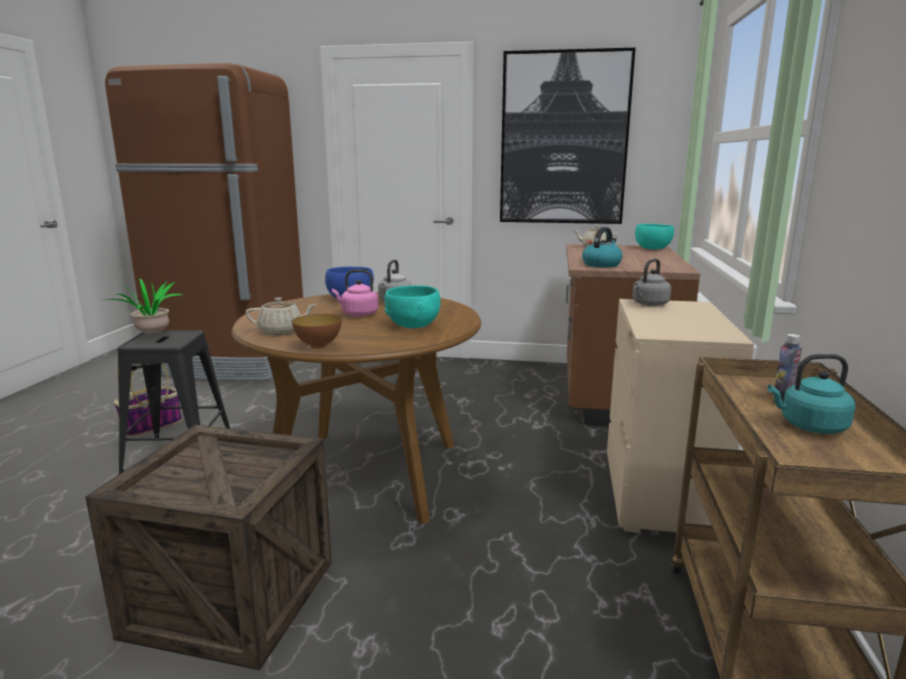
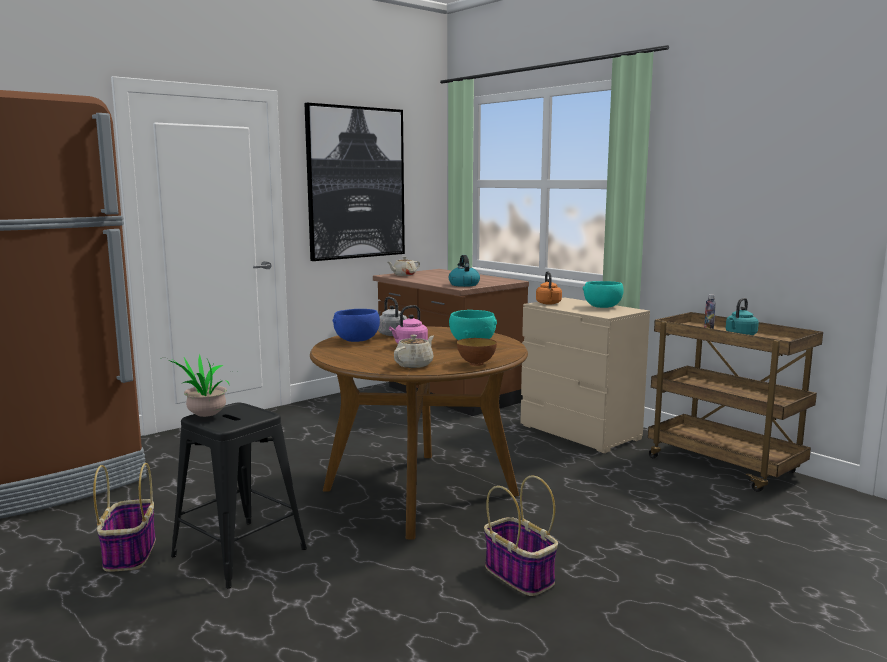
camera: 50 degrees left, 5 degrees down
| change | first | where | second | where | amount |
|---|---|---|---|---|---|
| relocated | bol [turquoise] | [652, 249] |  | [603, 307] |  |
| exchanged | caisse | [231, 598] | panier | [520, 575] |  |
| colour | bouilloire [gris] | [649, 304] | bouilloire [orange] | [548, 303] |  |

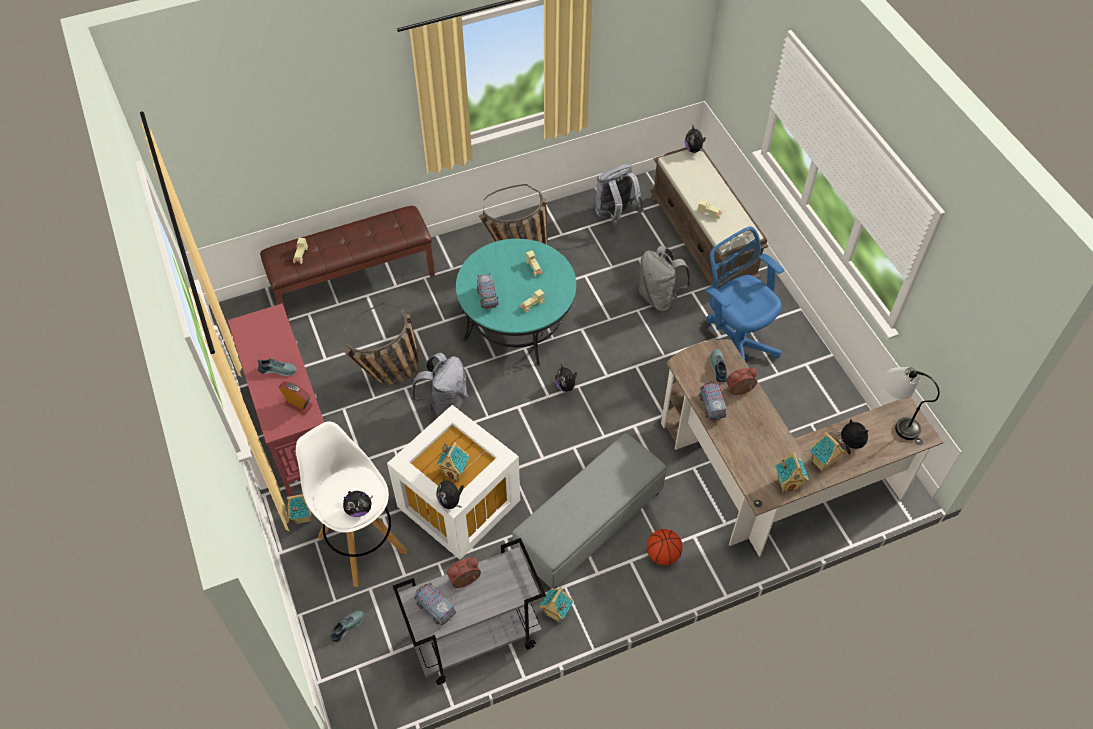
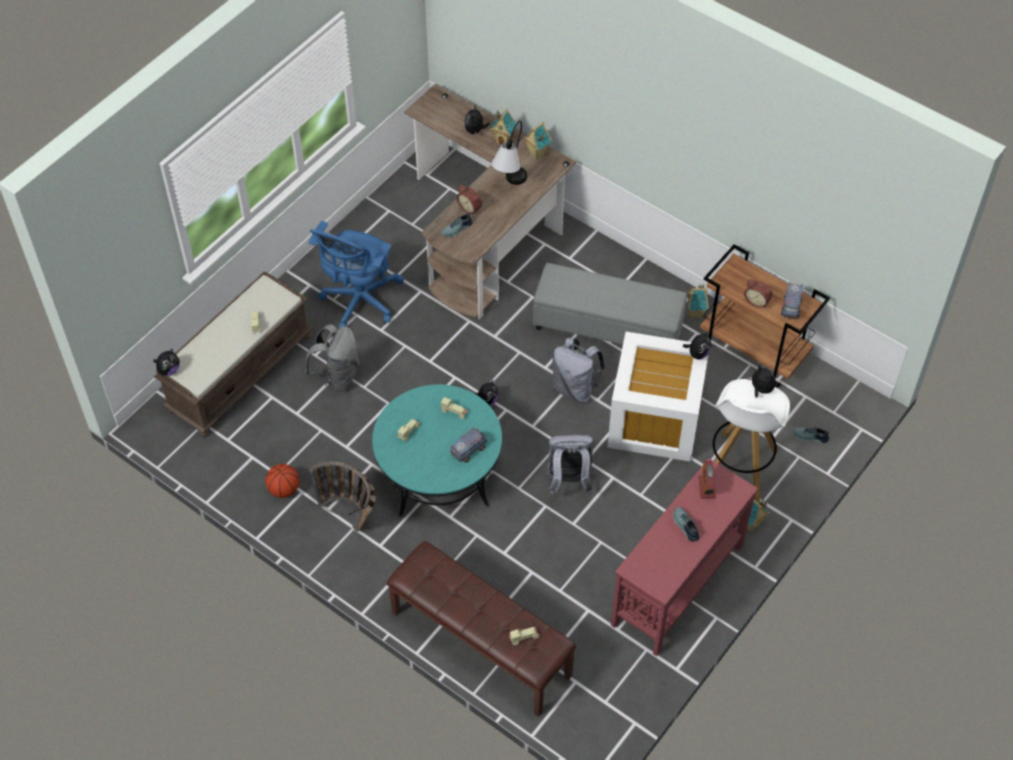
camera: 120 degrees left, 0 degrees up
| change | first | where | second | where | amount |
|---|---|---|---|---|---|
| missing | panier | [389, 375] |  |  |  |
| missing | maison miniature | [455, 472] |  |  |  |
| missing | camion jouet | [711, 406] |  |  |  |
| relocated | sac à dos [gris] | [615, 215] |  | [575, 388] |  |
| relocated | ballon de basket | [663, 554] |  | [284, 489] |  |
| relocated | lampe de table | [895, 417] |  | [509, 186] |  |
| colour | chariot [gris] | [475, 640] | chariot [marron] | [754, 351] |  |

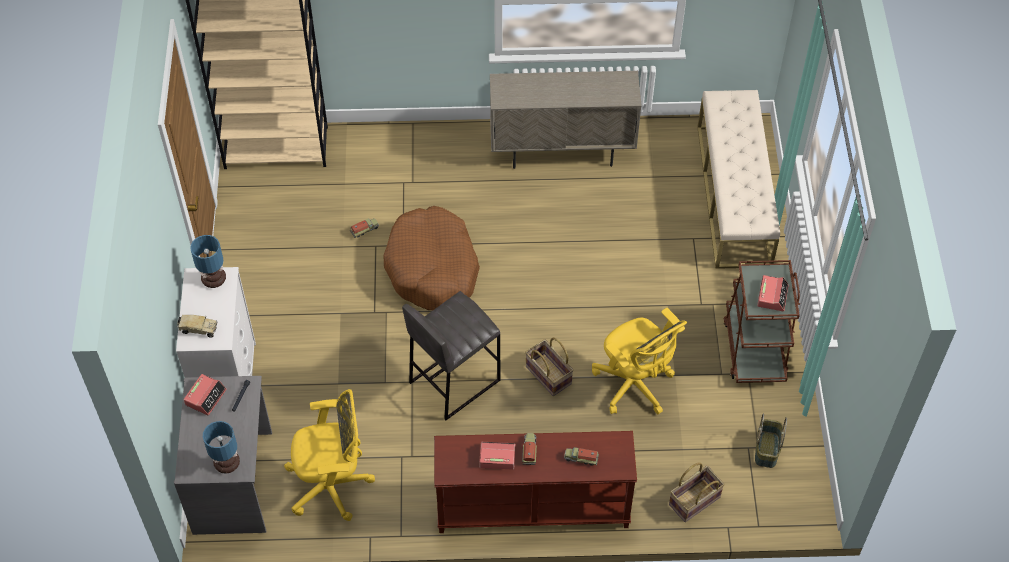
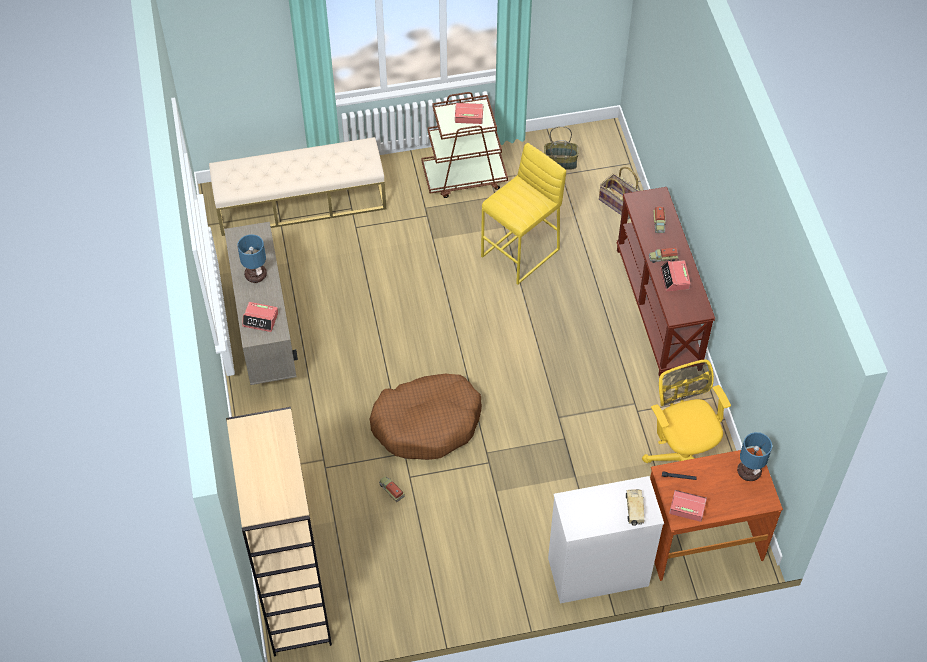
camera: 100 degrees left, 0 degrees up
| change | first | where | second | where | amount |
|---|---|---|---|---|---|
| missing | tabouret [gris] | [453, 381] |  |  |  |
| missing | panier | [547, 375] |  |  |  |
| appeared |  |  | réveil | [260, 319] |  |
| relocated | lampe de table | [213, 279] |  | [256, 275] |  |
| exchanged | chaise de bureau [jaune] | [635, 385] | tabouret [jaune] | [521, 253] |  |
| colour | bureau [gris] | [234, 482] | bureau [marron] | [701, 539] |  |

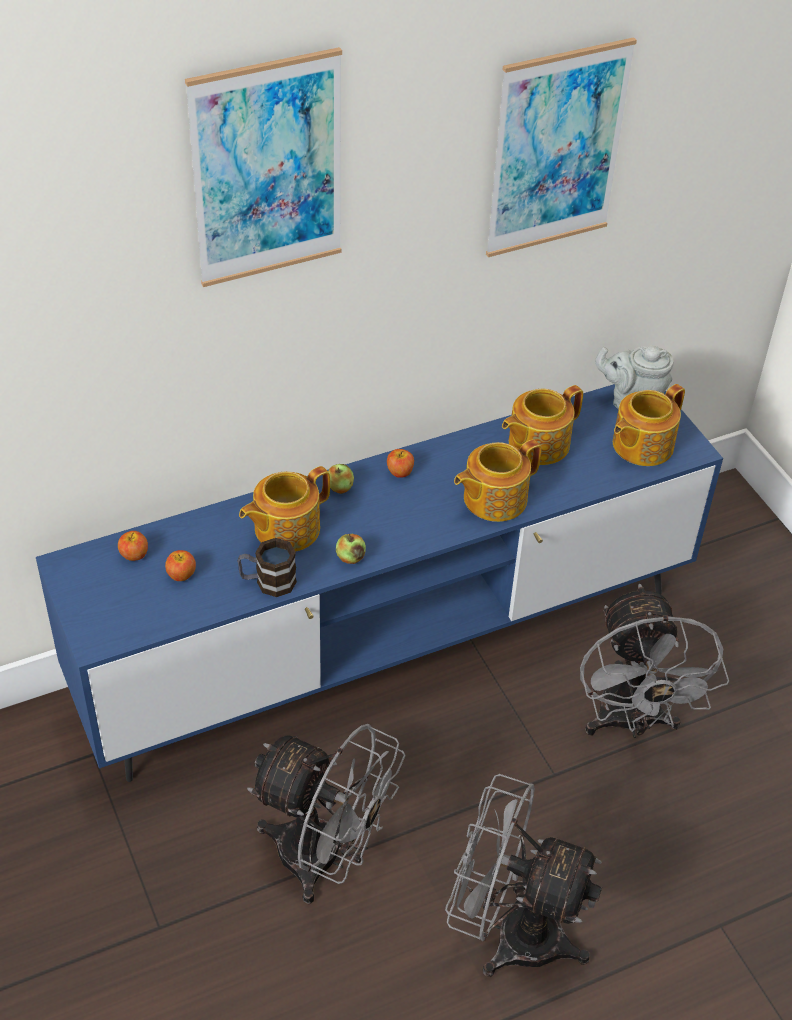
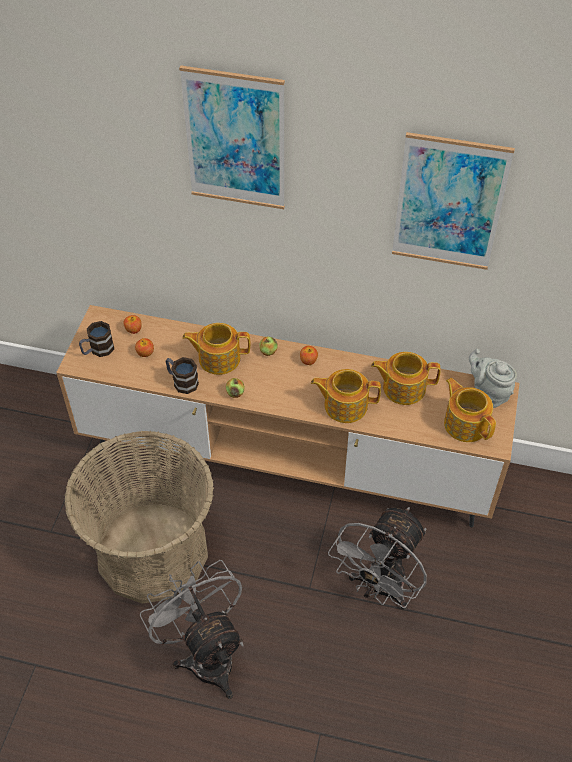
camera: 40 degrees right, 5 degrees up
| change | first | where | second | where | amount |
|---|---|---|---|---|---|
| appeared |  |  | mug | [97, 350] |  |
| exchanged | ventilateur [gris] | [325, 859] | panier | [152, 551] |  |
| colour | meuble télé [bleu] | [388, 648] | meuble télé [marron] | [286, 462] |  |
| spun | théière | [641, 445] |  | [465, 423] | 60 degrees clockwise |

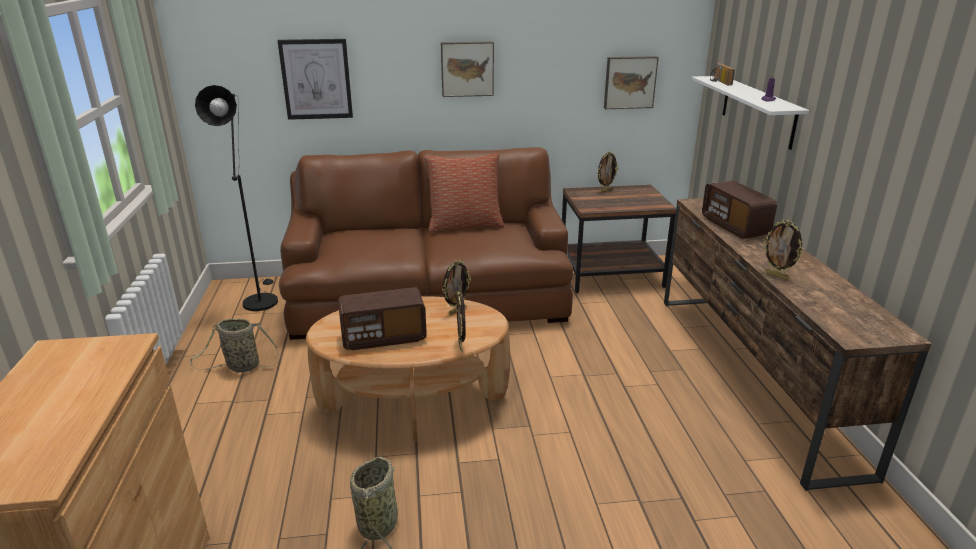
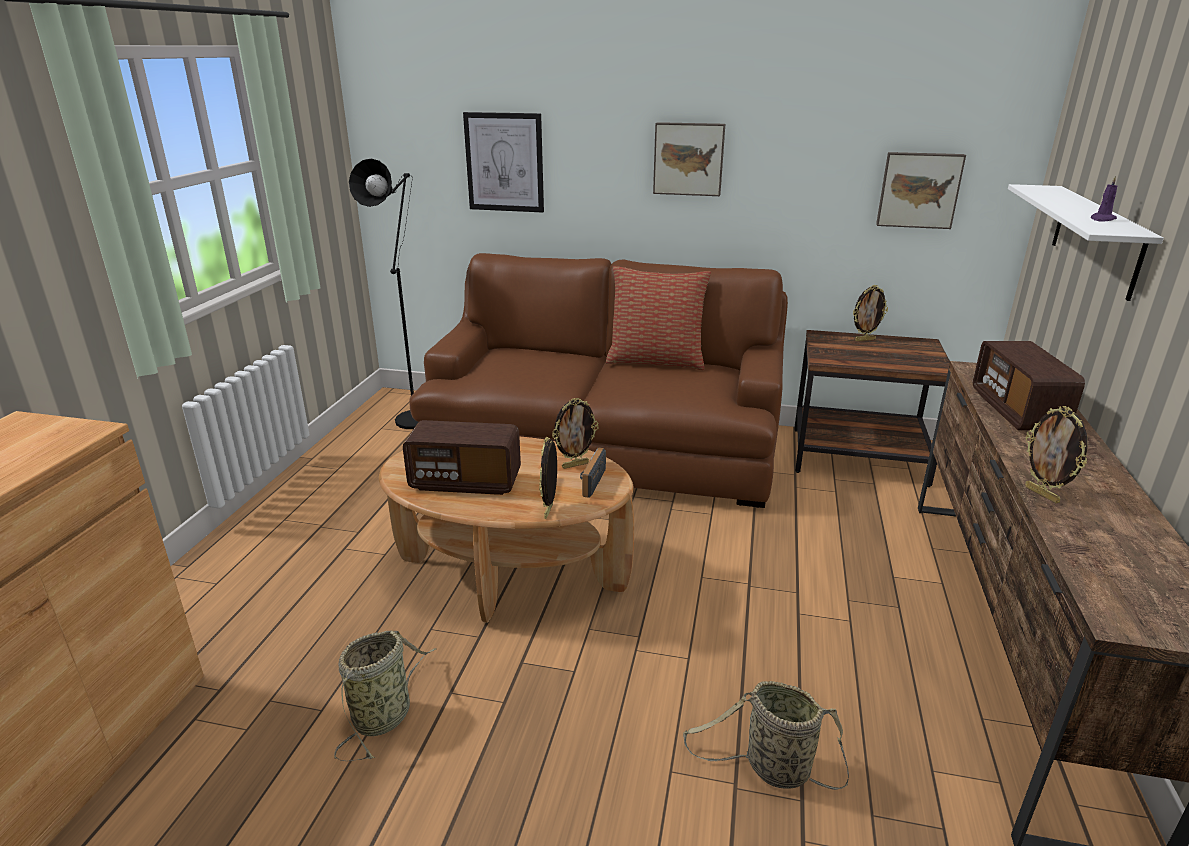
camera: 20 degrees right, 0 degrees up
| change | first | where | second | where | amount |
|---|---|---|---|---|---|
| relocated | panier | [240, 367] |  | [772, 769] |  |
| relocated | radio | [719, 82] |  | [589, 481] |  |

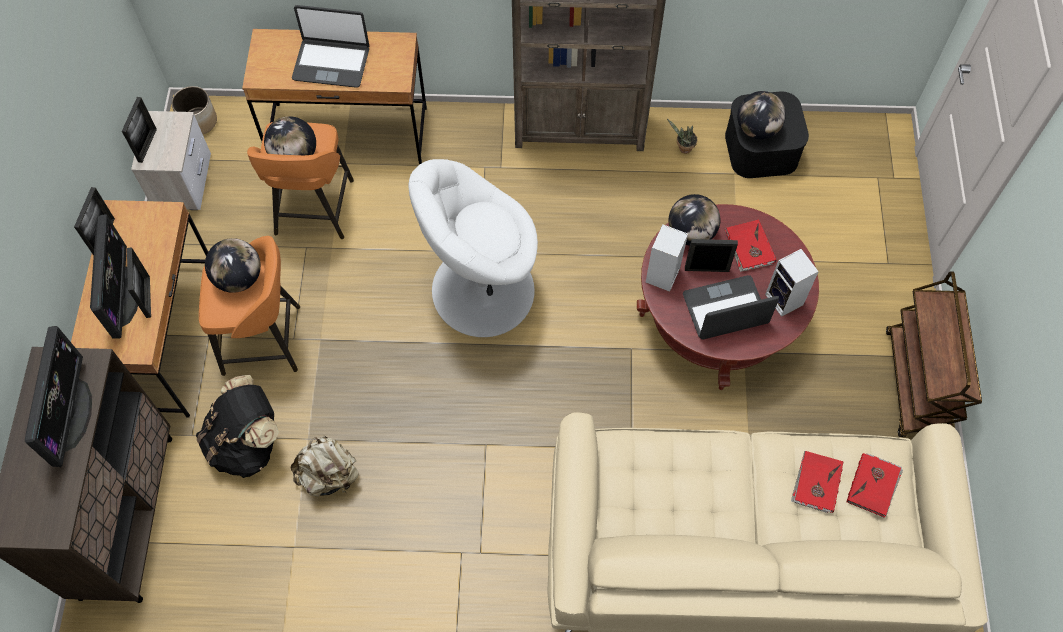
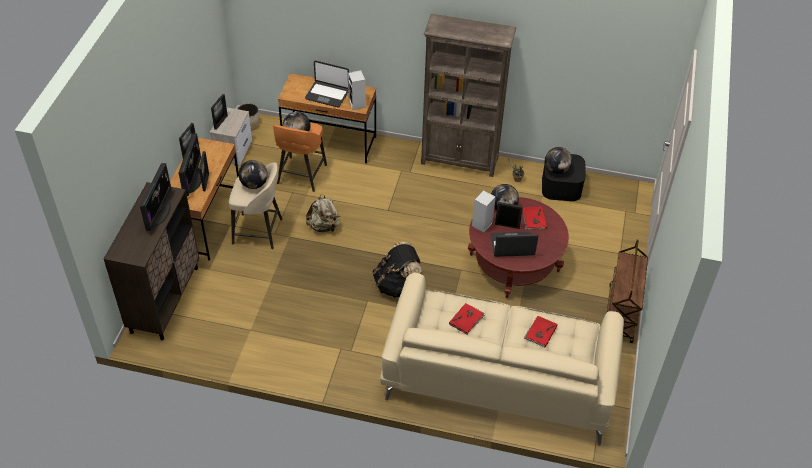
camera: 10 degrees right, 15 degrees down
| change | first | where | second | where | amount |
|---|---|---|---|---|---|
| missing | fauteuil [blanc] | [481, 290] |  |  |  |
| relocated | sac à dos [noir] | [247, 443] |  | [396, 284] |  |
| relocated | sac à dos [beige] | [329, 476] |  | [324, 226] |  |
| relocated | enceinte | [785, 300] |  | [357, 104] |  |
| relocated | livre [rouge] | [874, 485] |  | [466, 320] |  |
| colour | tabouret [orange] | [265, 340] | tabouret [beige] | [259, 231] |  |

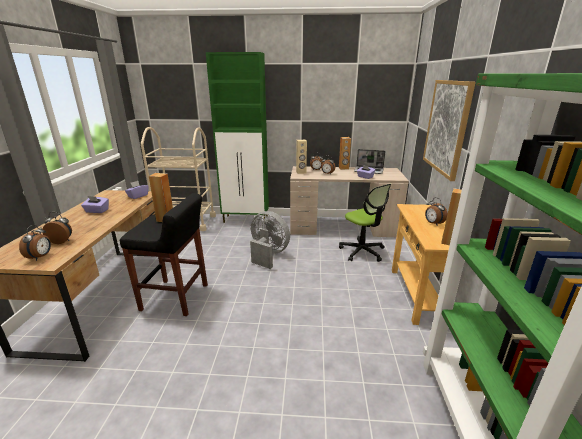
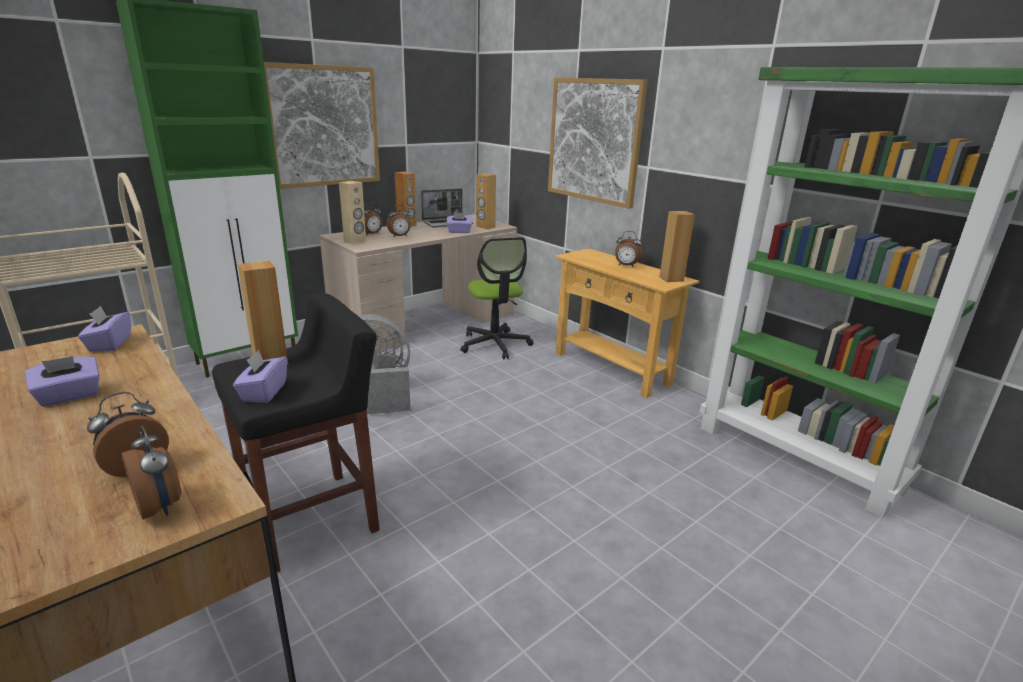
camera: 45 degrees left, 0 degrees up
| change | first | where | second | where | amount |
|---|---|---|---|---|---|
| appeared |  |  | boîte à mouchoirs [violet] | [263, 392] |  |
| appeared |  |  | tableau | [323, 126] |  |
| appeared |  |  | enceinte [marron] | [485, 227] |  |
| spun | chaise de bureau | [362, 251] |  | [495, 344] | 60 degrees clockwise |

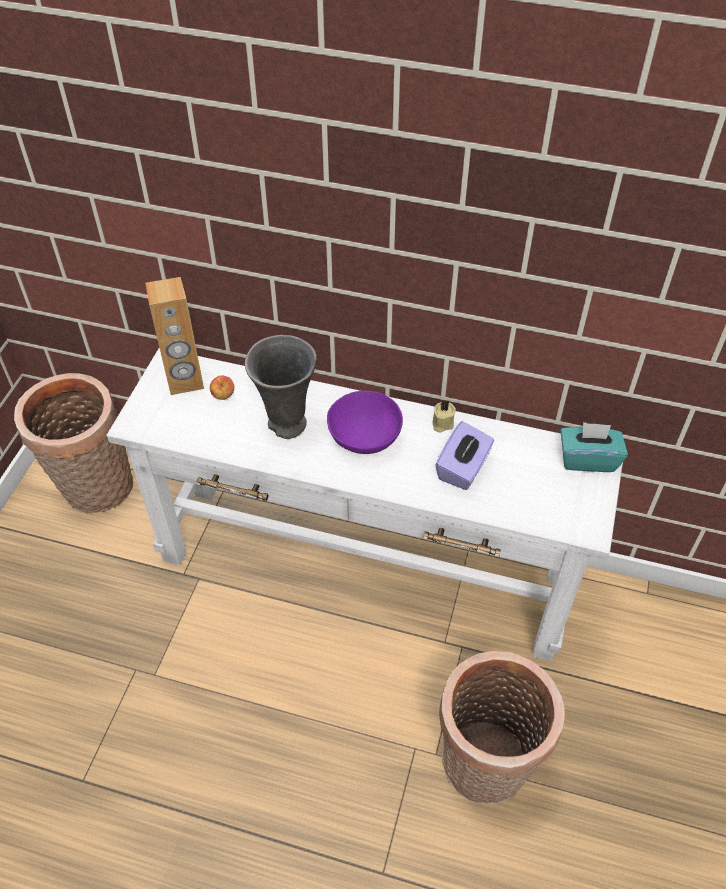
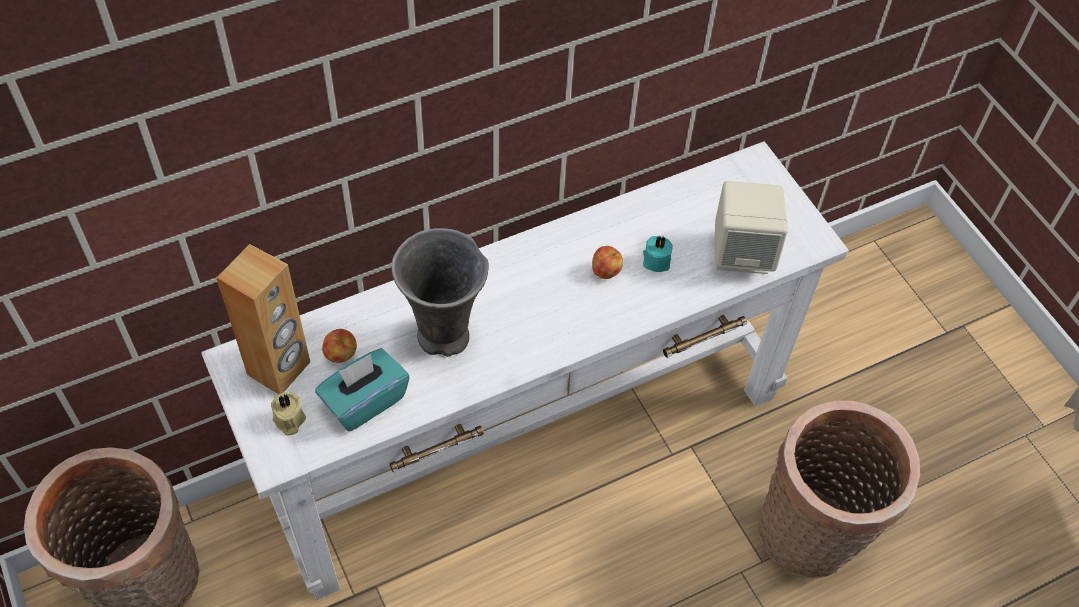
camera: 45 degrees left, 5 degrees up
| change | first | where | second | where | amount |
|---|---|---|---|---|---|
| missing | bol [violet] | [365, 438] |  |  |  |
| appeared |  |  | pomme | [606, 271] |  |
| appeared |  |  | enceinte [beige] | [742, 253] |  |
| relocated | bougie [beige] | [442, 423] |  | [289, 420] |  |
| relocated | boîte à mouchoirs [turquoise] | [588, 459] |  | [364, 401] |  |
| exchanged | boîte à mouchoirs [violet] | [463, 469] | bougie [turquoise] | [656, 260] |  |

